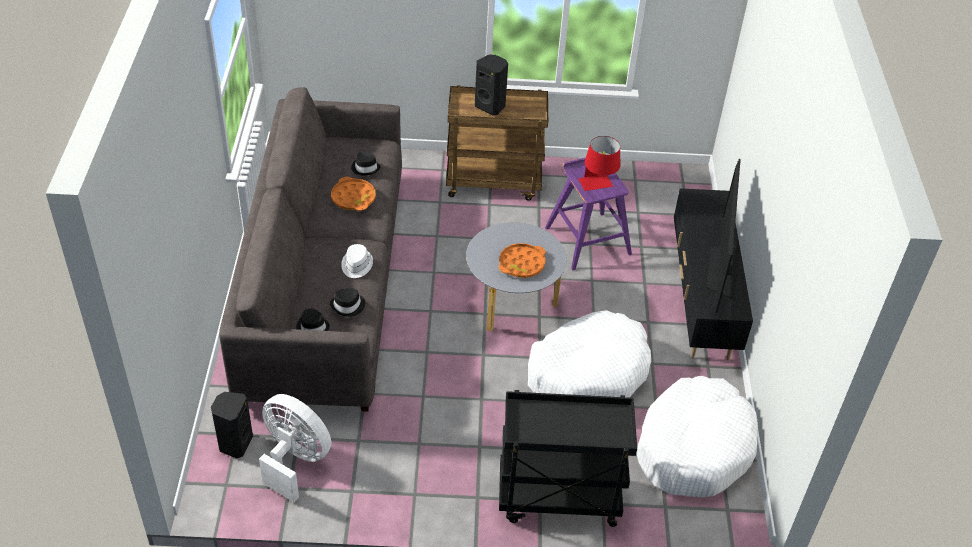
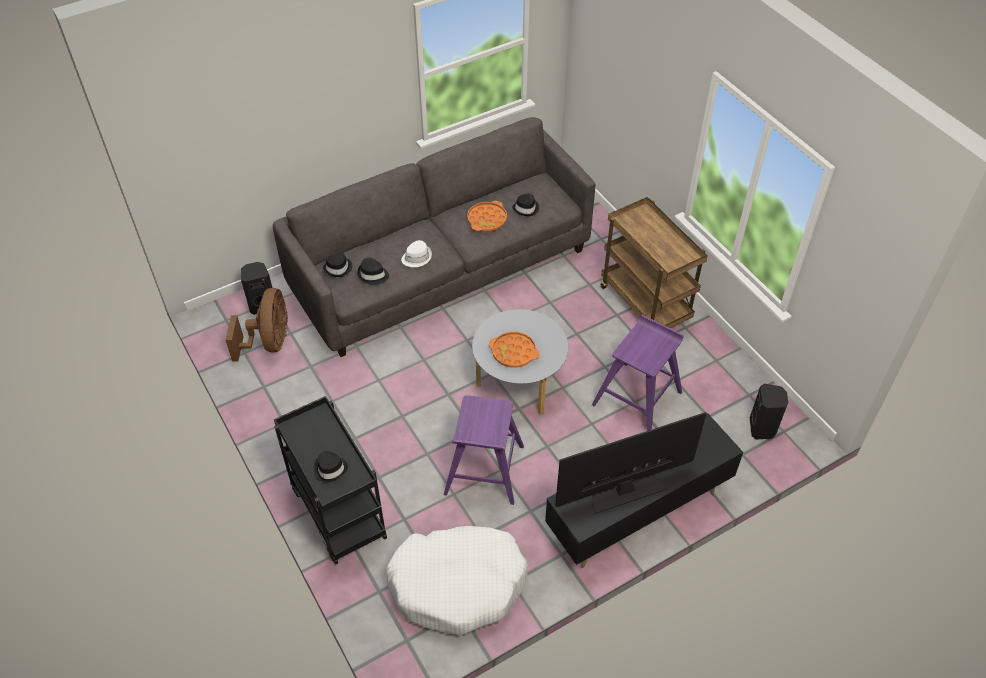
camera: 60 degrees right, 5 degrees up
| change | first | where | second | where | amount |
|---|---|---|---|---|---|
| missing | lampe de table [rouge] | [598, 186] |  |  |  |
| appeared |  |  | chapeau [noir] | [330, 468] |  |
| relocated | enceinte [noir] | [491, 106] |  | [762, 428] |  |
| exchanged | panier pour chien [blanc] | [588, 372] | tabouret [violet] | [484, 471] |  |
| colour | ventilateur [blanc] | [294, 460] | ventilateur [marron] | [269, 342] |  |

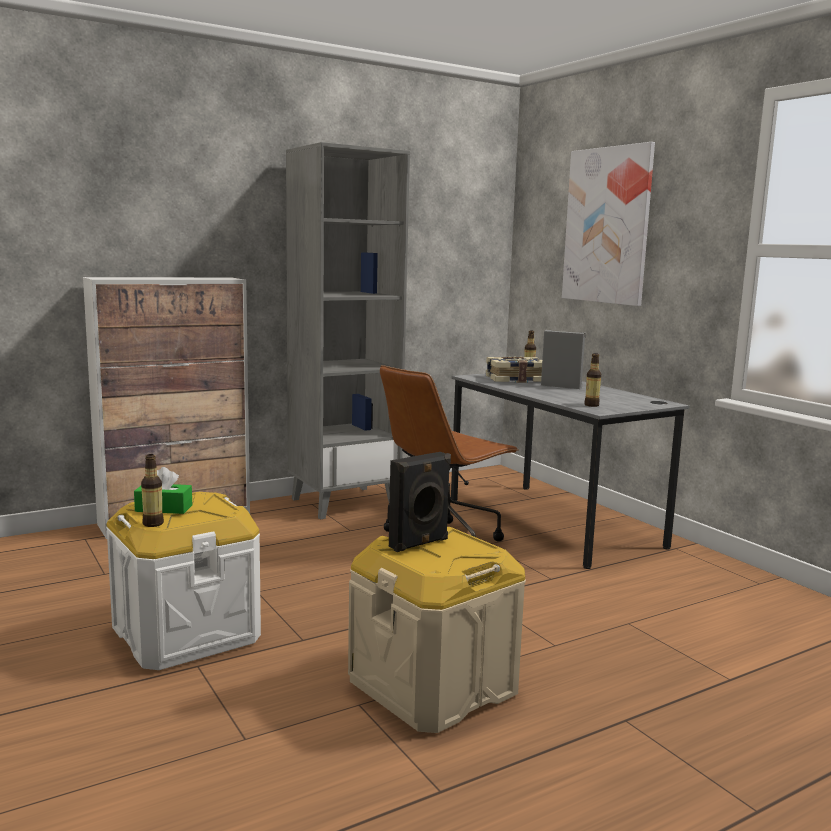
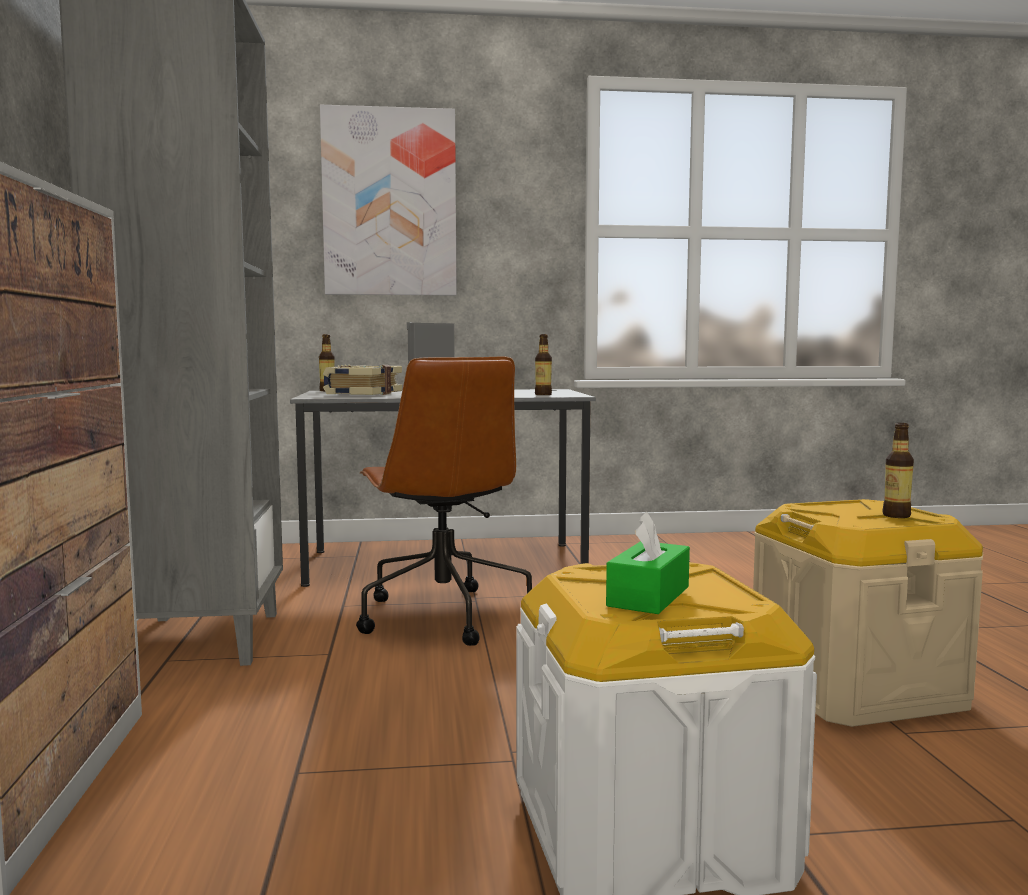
camera: 65 degrees left, 5 degrees down
| change | first | where | second | where | amount |
|---|---|---|---|---|---|
| missing | enceinte [noir] | [420, 544] |  |  |  |
| relocated | bouteille | [153, 524] |  | [896, 515] |  |

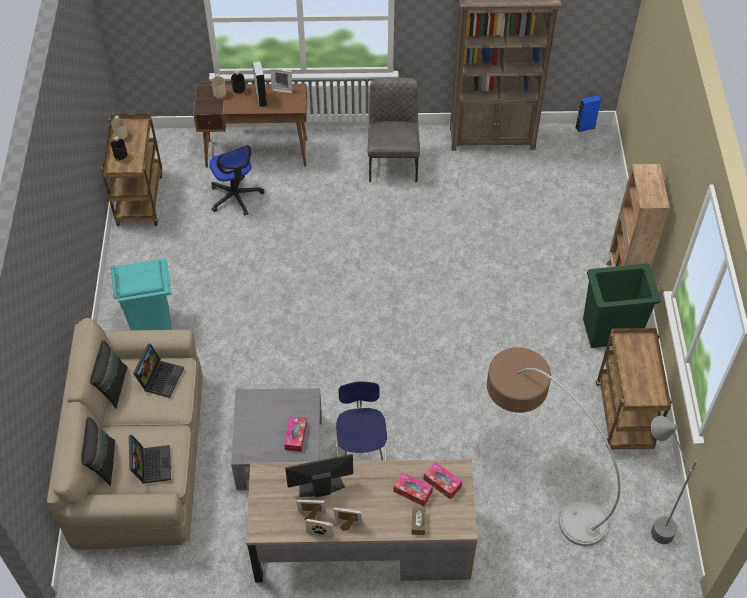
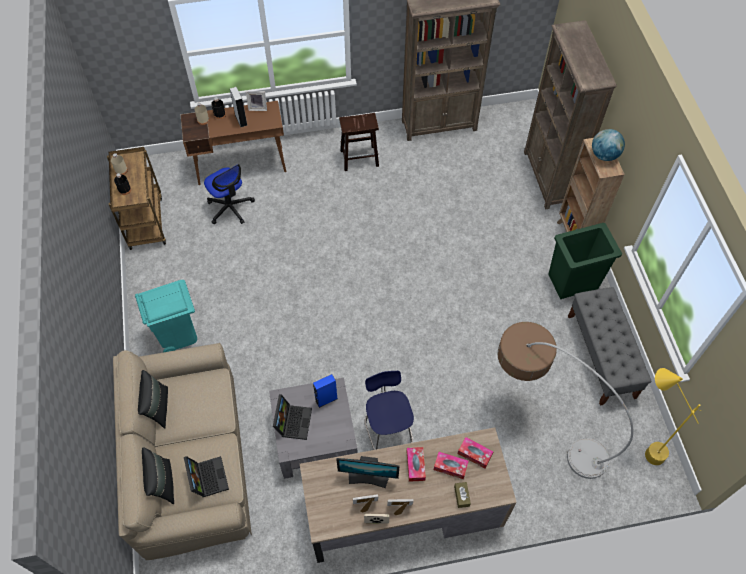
camera: 10 degrees left, 5 degrees up
| change | first | where | second | where | amount |
|---|---|---|---|---|---|
| appeared |  |  | bibliothèque [marron] | [548, 178] |  |
| appeared |  |  | globe | [604, 155] |  |
| relocated | ordinateur portable | [160, 377] |  | [293, 421] |  |
| relocated | boîte à mouchoirs | [295, 436] |  | [415, 466] |  |
| relocated | enceinte [bleu] | [585, 127] |  | [326, 399] |  |
| exchanged | chaise [gris] | [393, 162] | tabouret [marron] | [360, 158] |  |
| exchanged | chariot [marron] | [624, 417] | banc [gris] | [601, 356] |  |
| colour | lampadaire [gris] | [647, 520] | lampadaire [jaune] | [640, 445] |  |
| spun | écran d'ordinateur | [321, 487] |  | [368, 477] | 150 degrees counterclockwise |

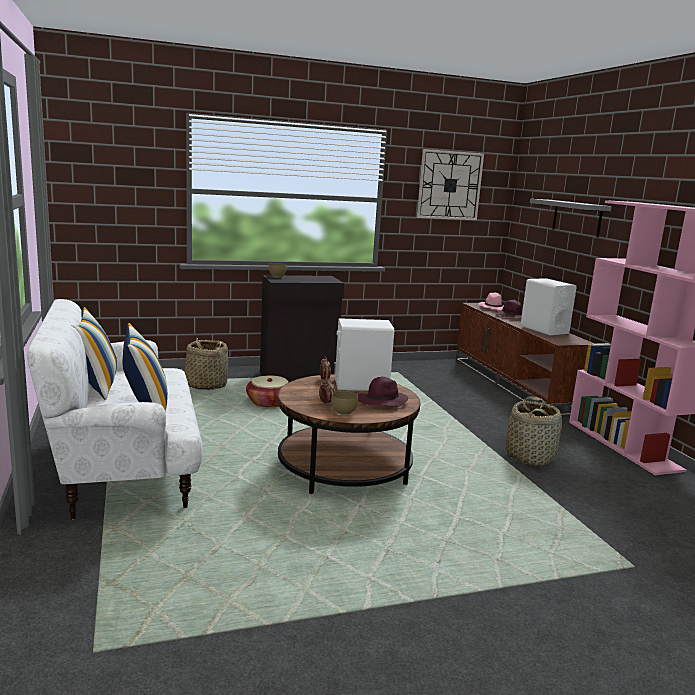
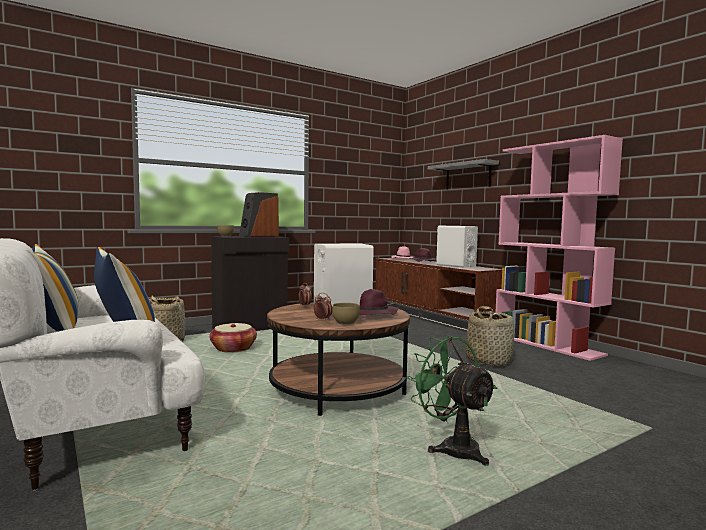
camera: 15 degrees left, 10 degrees down
| change | first | where | second | where | amount |
|---|---|---|---|---|---|
| missing | horloge murale | [449, 185] |  |  |  |
| appeared |  |  | enceinte | [259, 236] |  |
| appeared |  |  | ventilateur [vert] | [452, 448] |  |

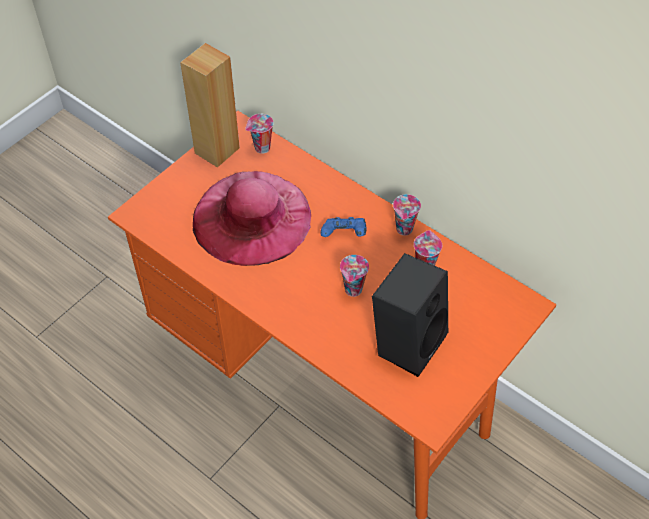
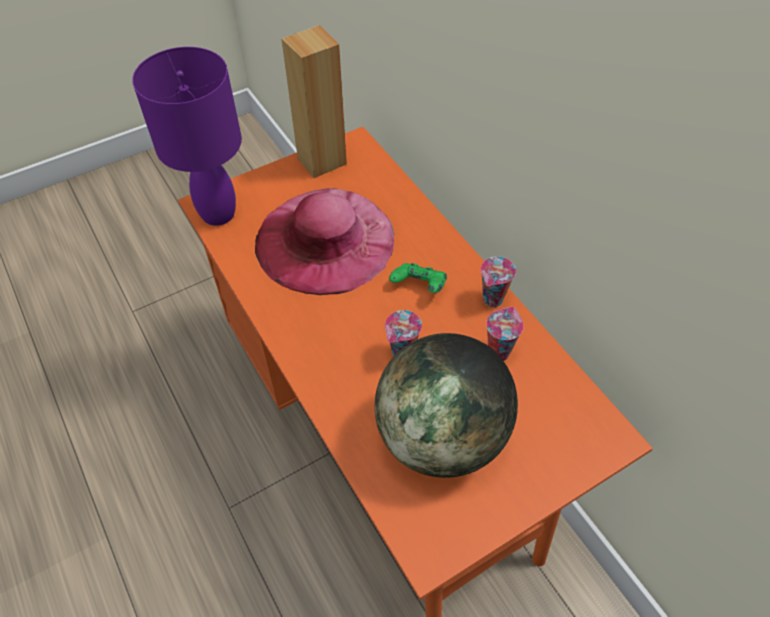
camera: 20 degrees right, 0 degrees up
| change | first | where | second | where | amount |
|---|---|---|---|---|---|
| missing | tasse | [261, 148] |  |  |  |
| appeared |  |  | lampe de table [violet] | [217, 214] |  |
| exchanged | enceinte [noir] | [407, 341] | globe | [441, 436] |  |
| colour | manette [bleu] | [344, 235] | manette [vert] | [419, 287] |  |

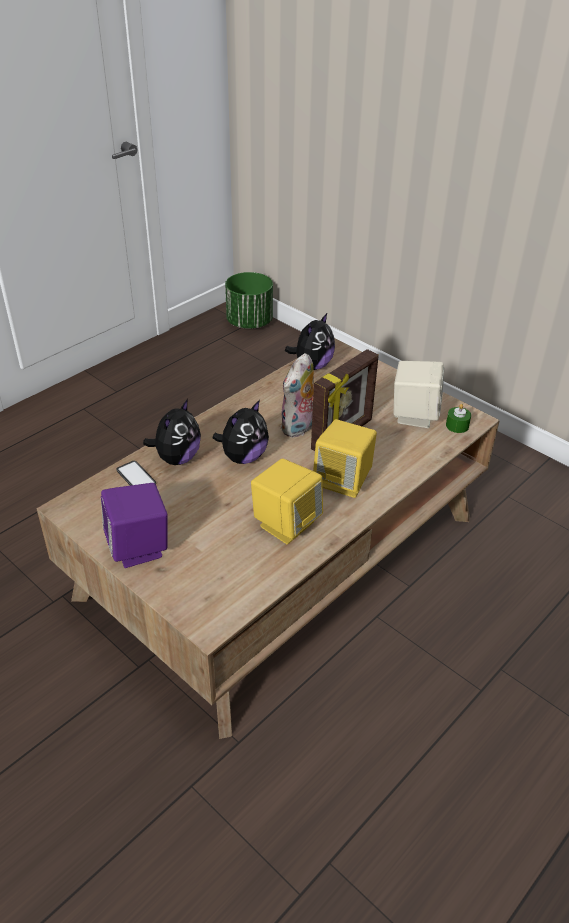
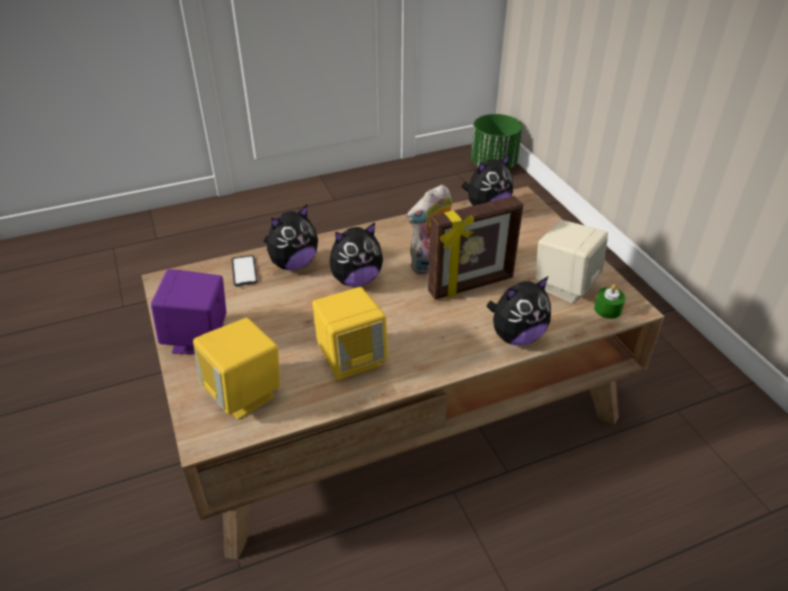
camera: 25 degrees right, 0 degrees up
| change | first | where | second | where | amount |
|---|---|---|---|---|---|
| appeared |  |  | peluche | [516, 336] |  |
| relocated | enceinte [jaune] | [343, 481] |  | [244, 394] |  |

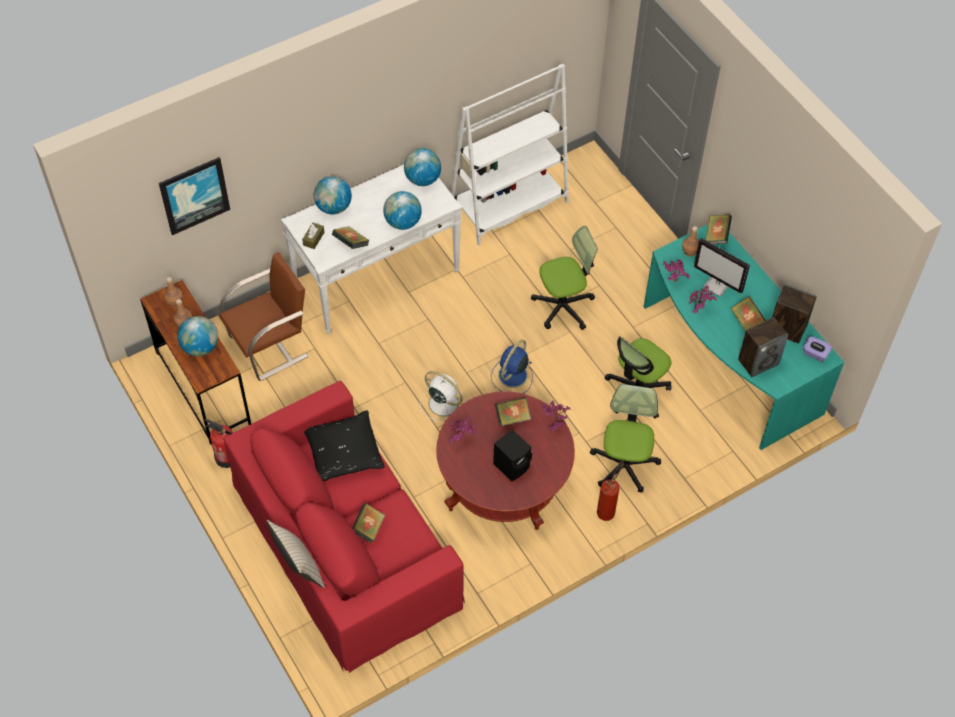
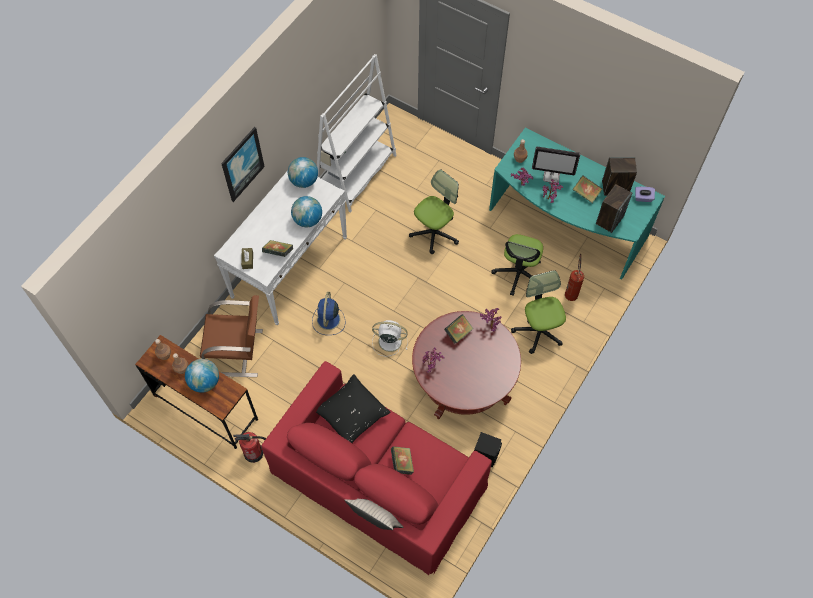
camera: 25 degrees left, 5 degrees up
| change | first | where | second | where | amount |
|---|---|---|---|---|---|
| missing | globe | [333, 207] |  |  |  |
| missing | livre | [716, 236] |  |  |  |
| relocated | tableau | [194, 195] |  | [242, 164] |  |
| relocated | ventilateur [bleu] | [512, 376] |  | [328, 320] |  |
| relocated | enceinte [noir] | [512, 465] |  | [486, 454] |  |
| relocated | extincteur | [608, 509] |  | [571, 292] |  |
| spun | chaise [marron] | [270, 346] |  | [239, 353] | 60 degrees clockwise |

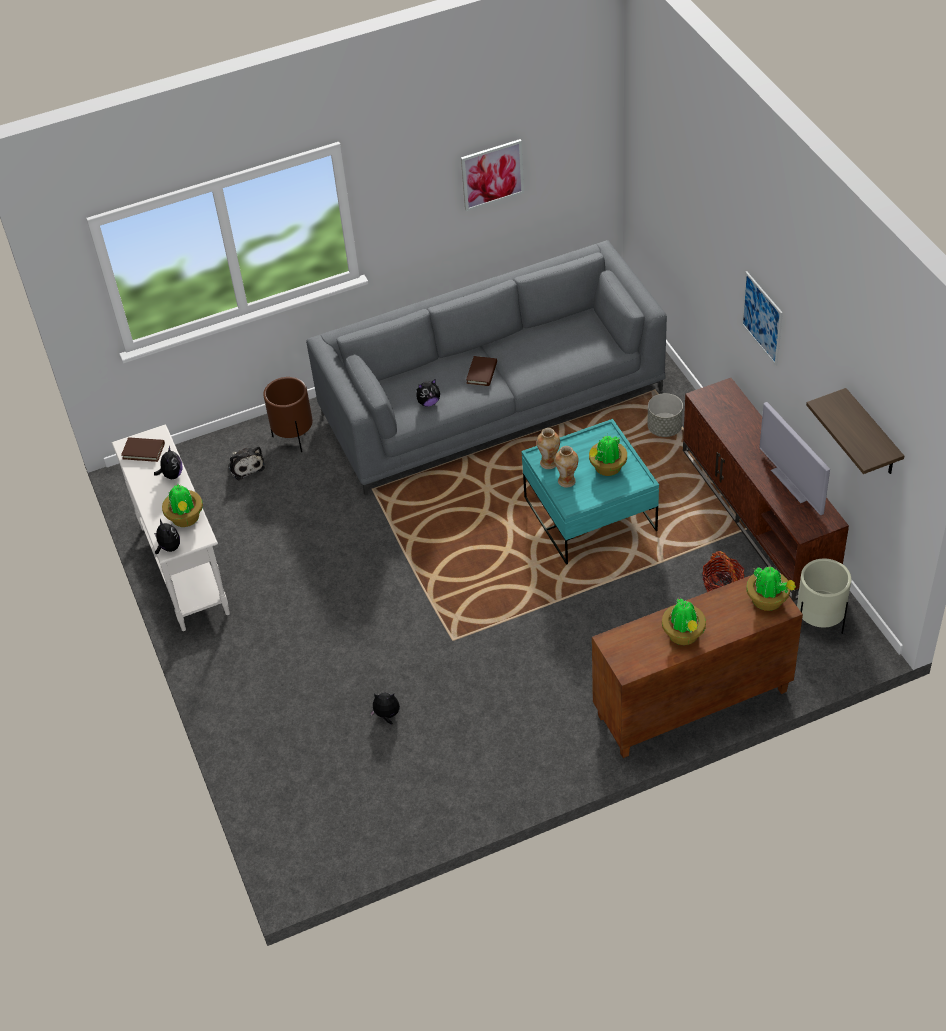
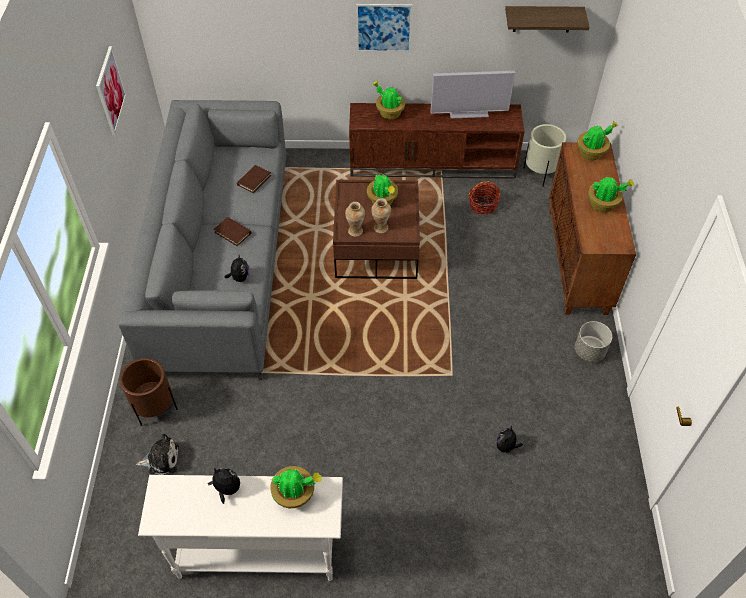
camera: 70 degrees left, 5 degrees up
| change | first | where | second | where | amount |
|---|---|---|---|---|---|
| missing | peluche | [169, 548] |  |  |  |
| appeared |  |  | plante en pot | [389, 113] |  |
| relocated | livre [marron] | [143, 451] |  | [254, 180] |  |
| relocated | cache-pot [gris] | [664, 428] |  | [589, 351] |  |
| colour | table basse [turquoise] | [590, 514] | table basse [marron] | [376, 247] |  |

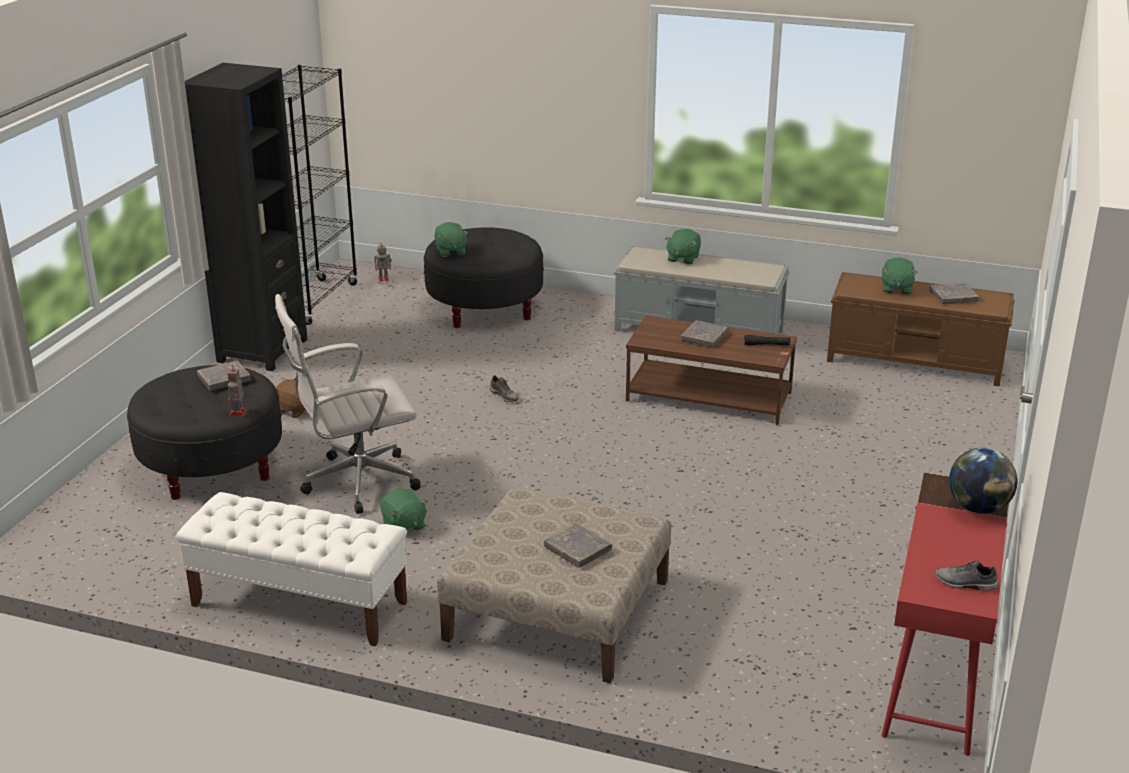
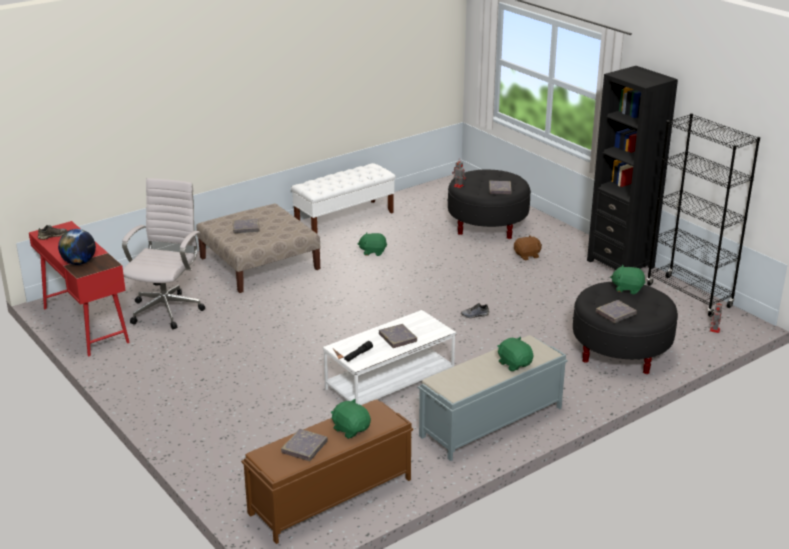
camera: 125 degrees right, 0 degrees up
| change | first | where | second | where | amount |
|---|---|---|---|---|---|
| appeared |  |  | livre [gris] | [615, 314] |  |
| relocated | chaise de bureau [blanc] | [355, 483] |  | [167, 309] |  |
| colour | table basse [marron] | [709, 396] | table basse [blanc] | [390, 381] |  |

